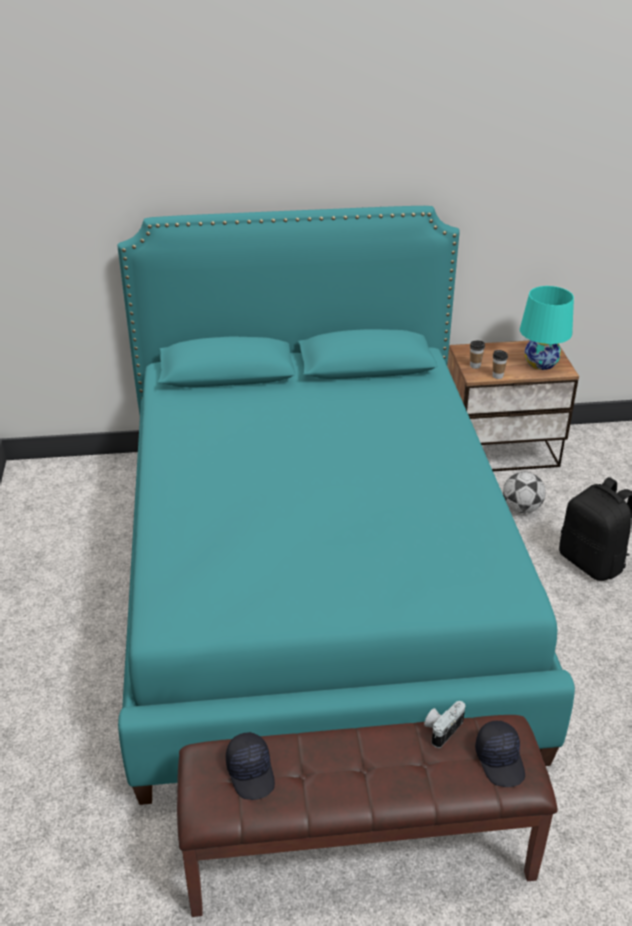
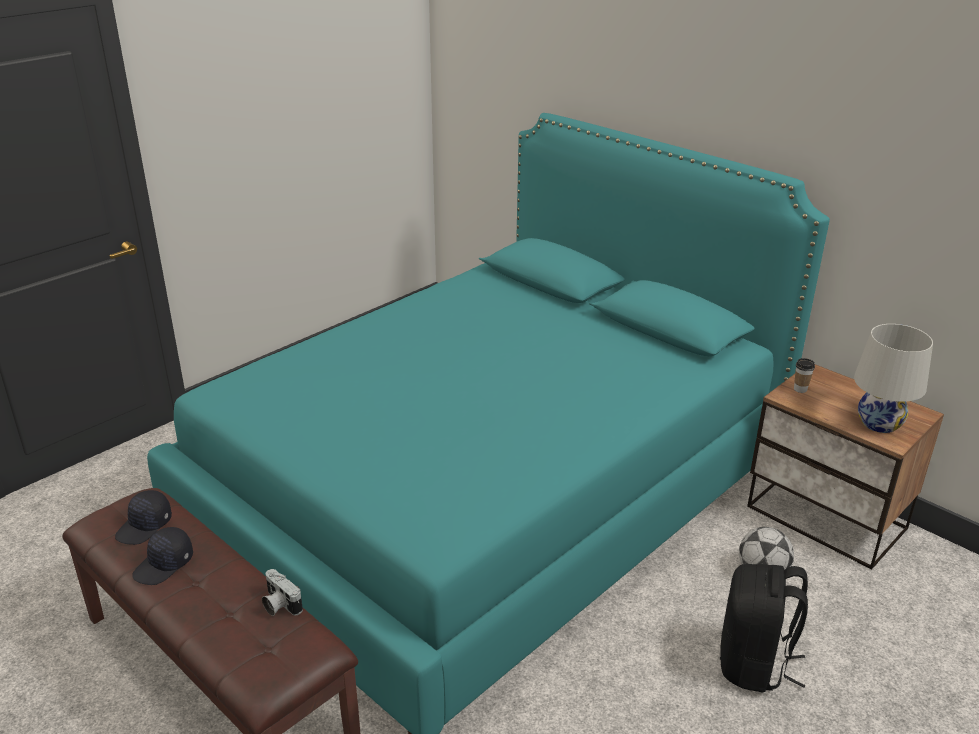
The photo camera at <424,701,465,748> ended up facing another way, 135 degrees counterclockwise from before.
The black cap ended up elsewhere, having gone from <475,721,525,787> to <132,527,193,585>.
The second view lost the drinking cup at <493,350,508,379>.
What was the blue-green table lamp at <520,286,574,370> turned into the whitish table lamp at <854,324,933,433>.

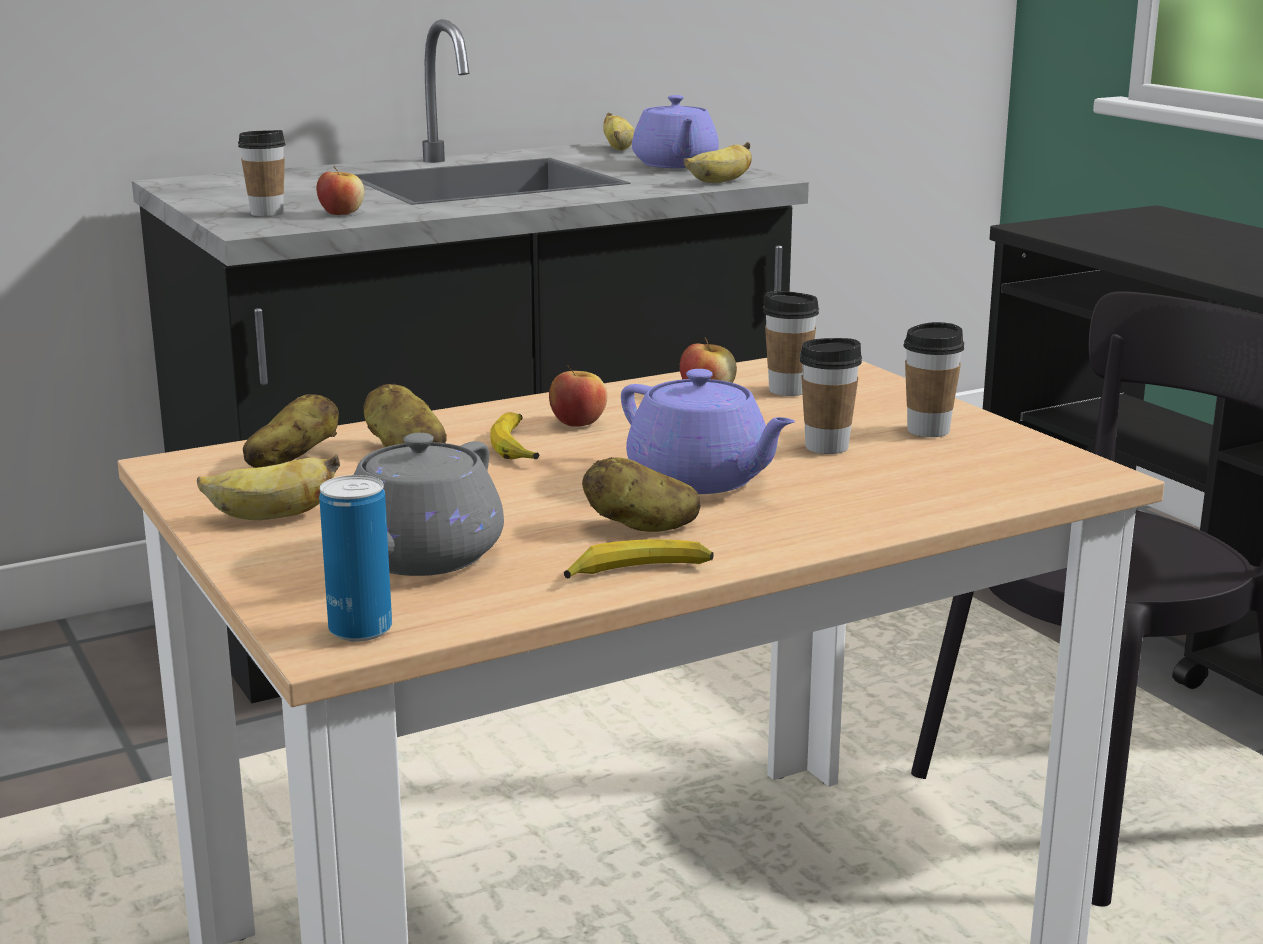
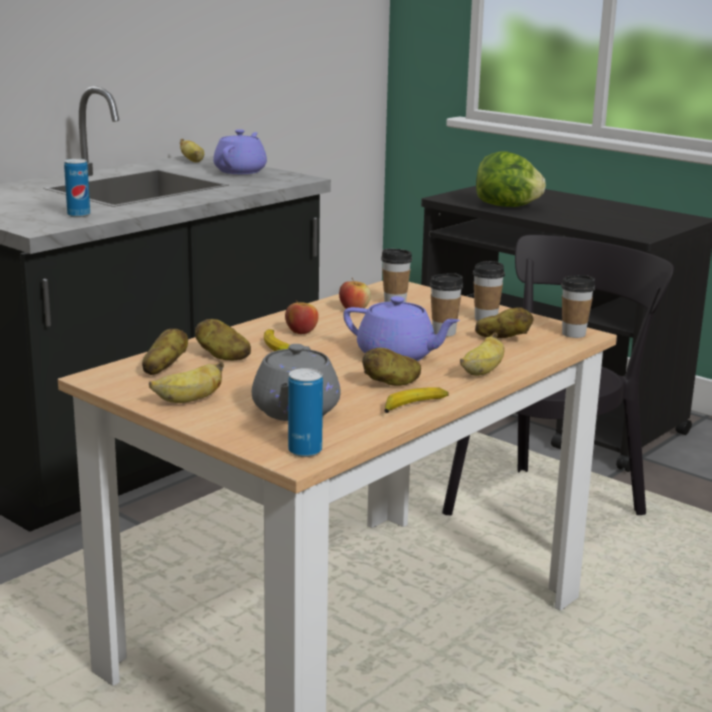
The drinking cup ended up elsewhere, having gone from <238,130,286,217> to <561,275,595,338>.
Where the apple stood at <316,166,364,215>, the metal can came to stand at <64,159,90,217>.
The purple-coloured tea pot at <632,95,719,168> ended up facing another way, 135 degrees counterclockwise from before.
The banana fruit ended up elsewhere, having gone from <684,142,752,183> to <460,332,505,376>.
The second view gained the potato at <475,307,533,338>.
The second view gained the lettuce at <476,152,546,207>.

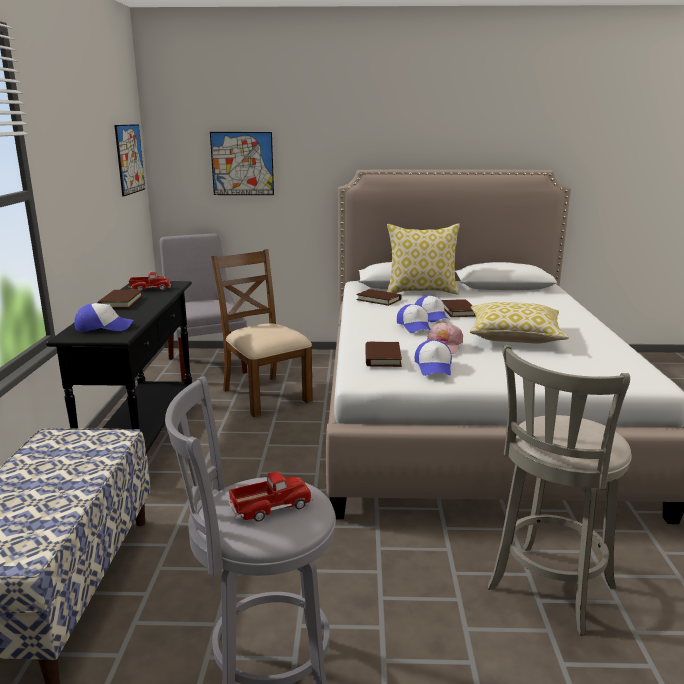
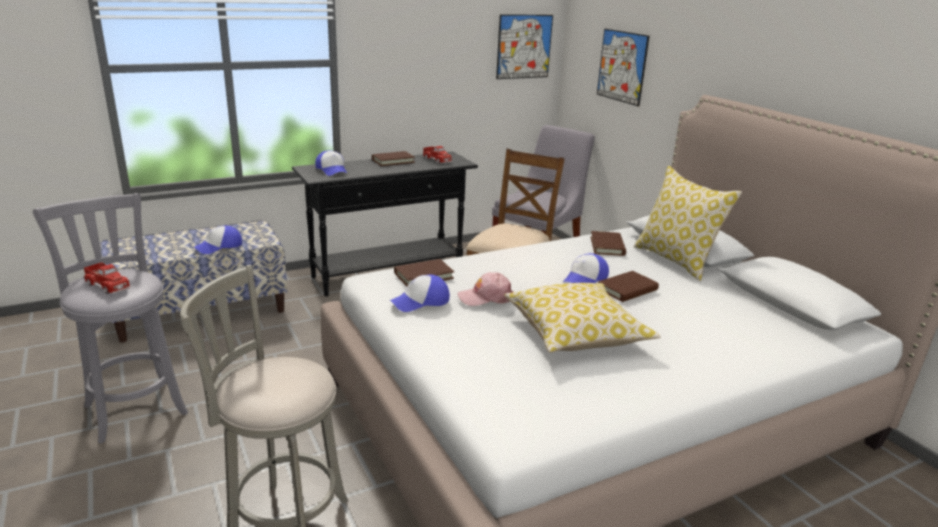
The cap ended up elsewhere, having gone from <397,304,431,333> to <194,225,242,254>.

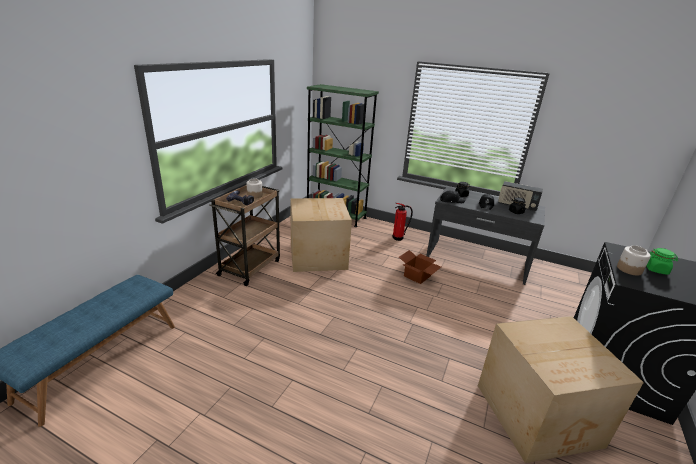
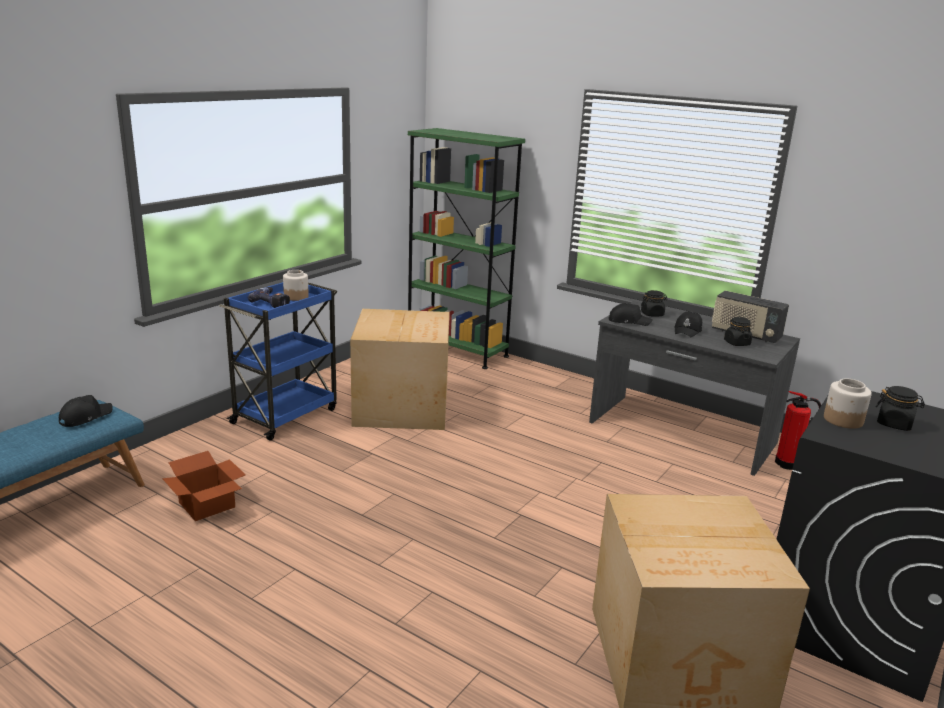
What was the brownish trolley at <209,185,280,286> turned into the blue-coloured trolley at <219,282,337,441>.
The extinguisher ended up elsewhere, having gone from <392,203,413,241> to <775,391,821,470>.
The cardboard box ended up elsewhere, having gone from <399,250,441,284> to <162,451,246,521>.
What was the green jar at <646,248,678,275> turned into the black jar at <876,386,925,431>.
The second view gained the black cap at <59,395,113,427>.

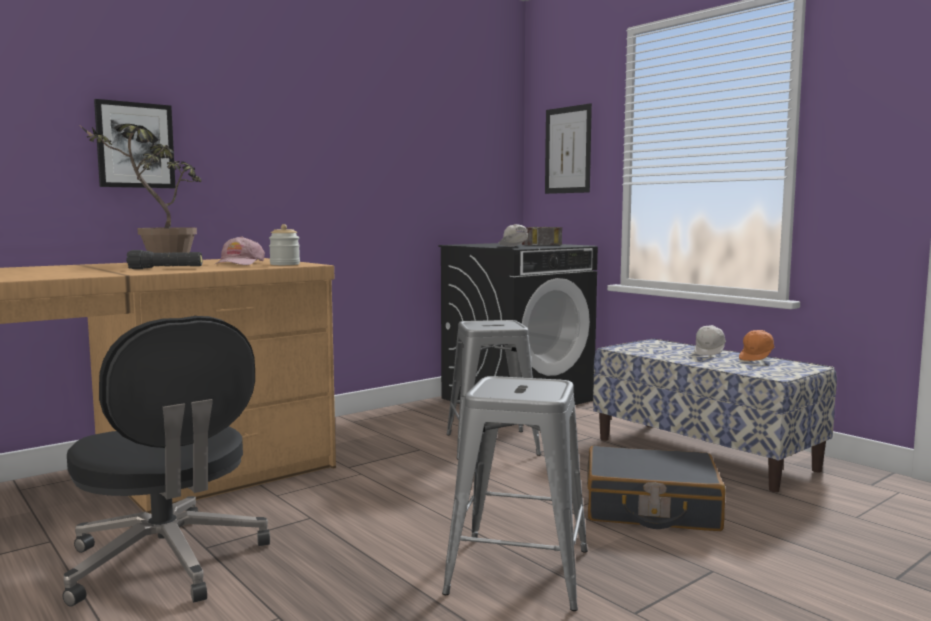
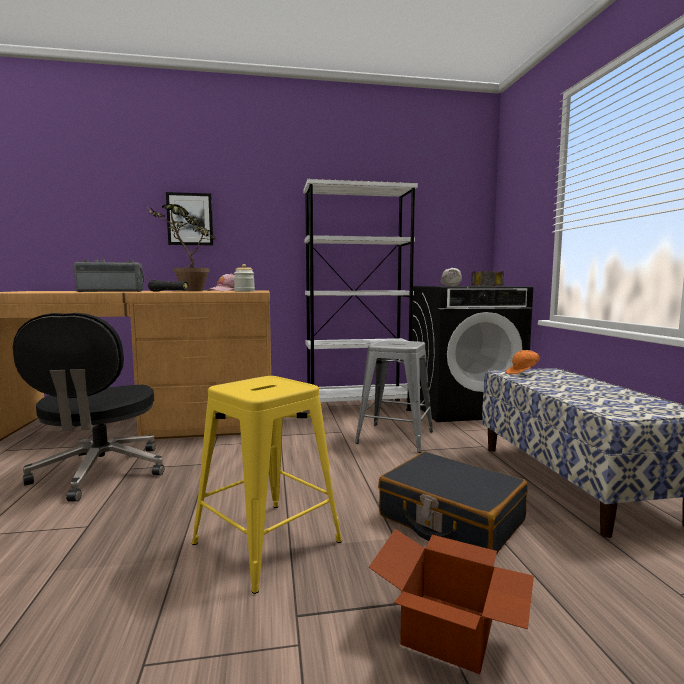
What was the gray stool seat at <442,376,588,611> turned into the yellowish stool seat at <192,376,342,594>.
The second view lost the picture at <545,103,592,194>.
The second view lost the whitish cap at <694,325,726,355>.
The orange cap ended up elsewhere, having gone from <739,330,774,361> to <505,350,540,374>.
The second view gained the radio set at <74,259,145,292>.
The second view gained the whitish bookcase at <303,179,418,411>.
The second view gained the cardboard box at <369,529,534,674>.

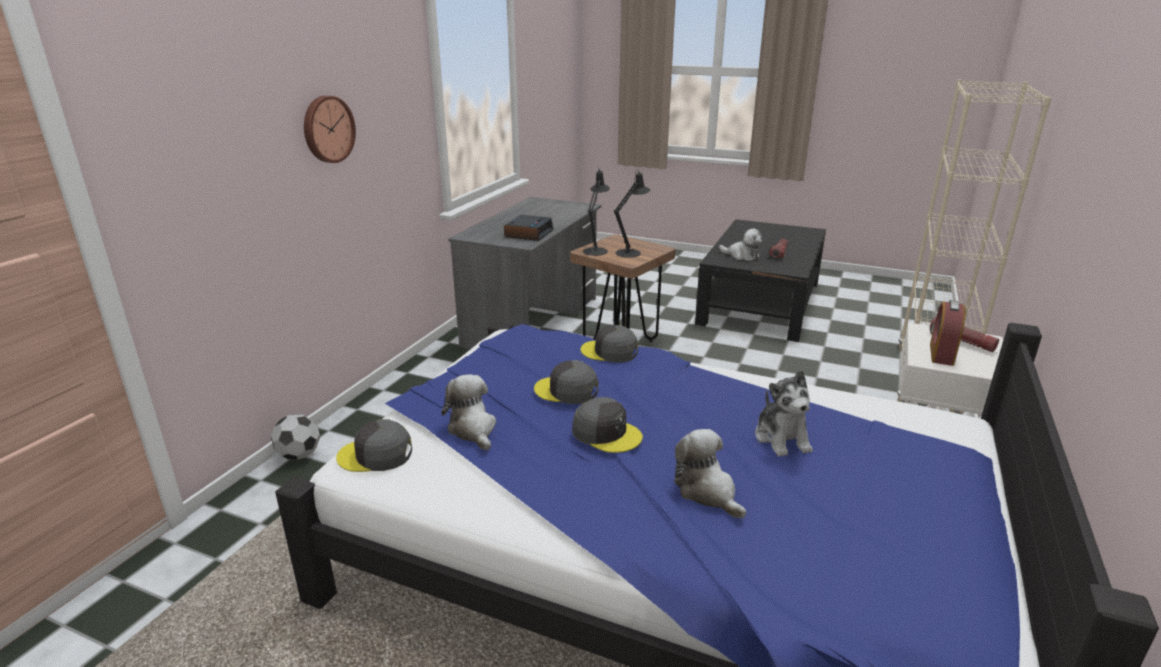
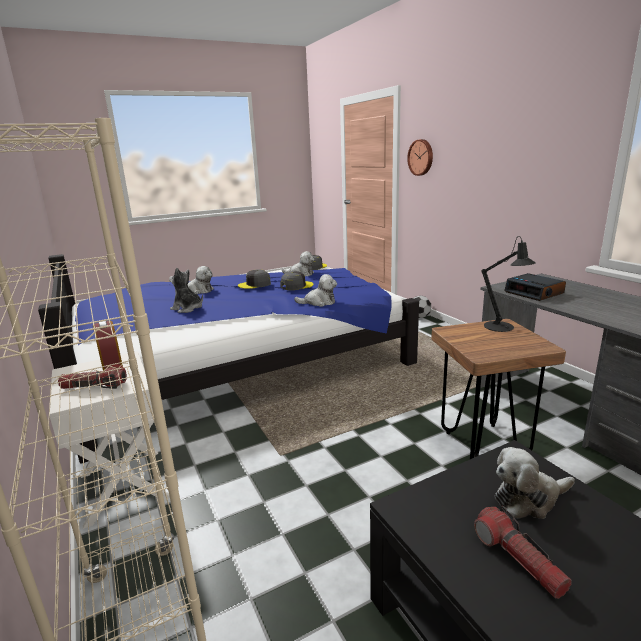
The hanging clock ended up elsewhere, having gone from <304,96,356,163> to <407,139,433,176>.
Where the gray cap stood at <581,325,638,362>, the soft toy came to stand at <294,274,337,307>.
The second view lost the black table lamp at <614,169,650,258>.

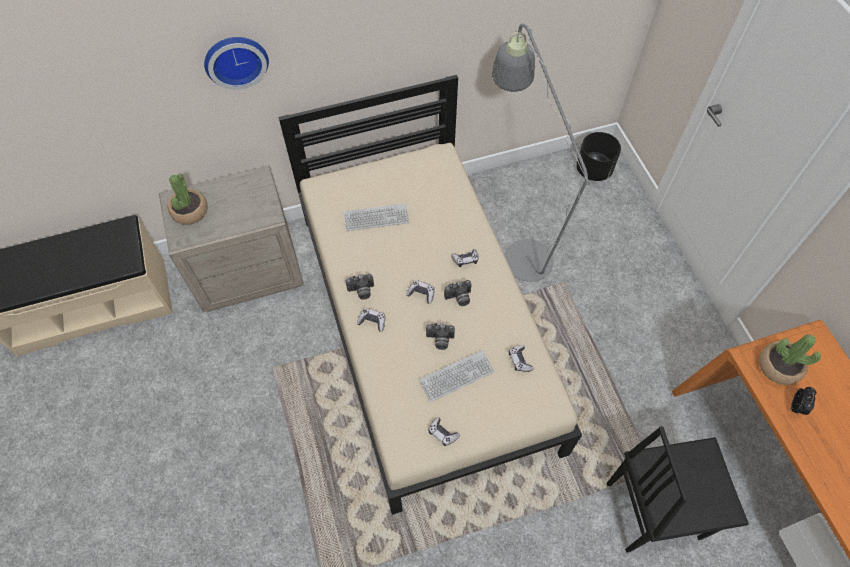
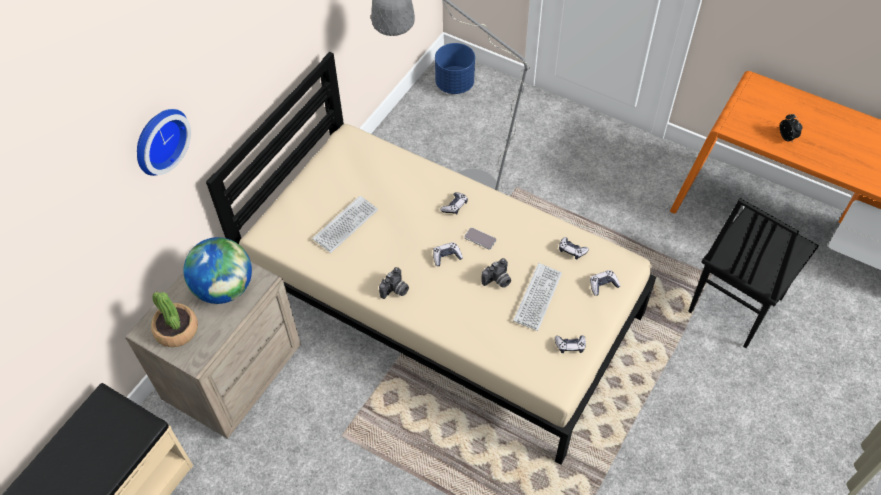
The gamepad ended up elsewhere, having gone from <357,308,385,332> to <590,270,620,296>.
Where the photo camera stood at <444,280,472,306>, the phone came to stand at <464,227,496,249>.
What was the black planter at <576,132,621,181> turned into the blue-coloured planter at <435,43,475,94>.
The second view lost the plant in a pot at <759,334,821,385>.
The second view gained the globe at <184,237,252,304>.

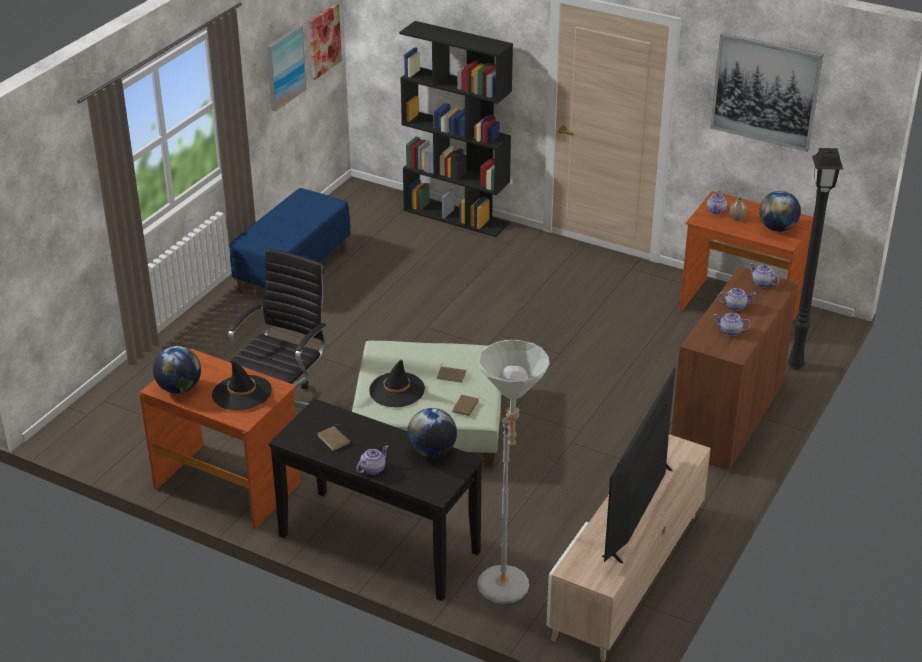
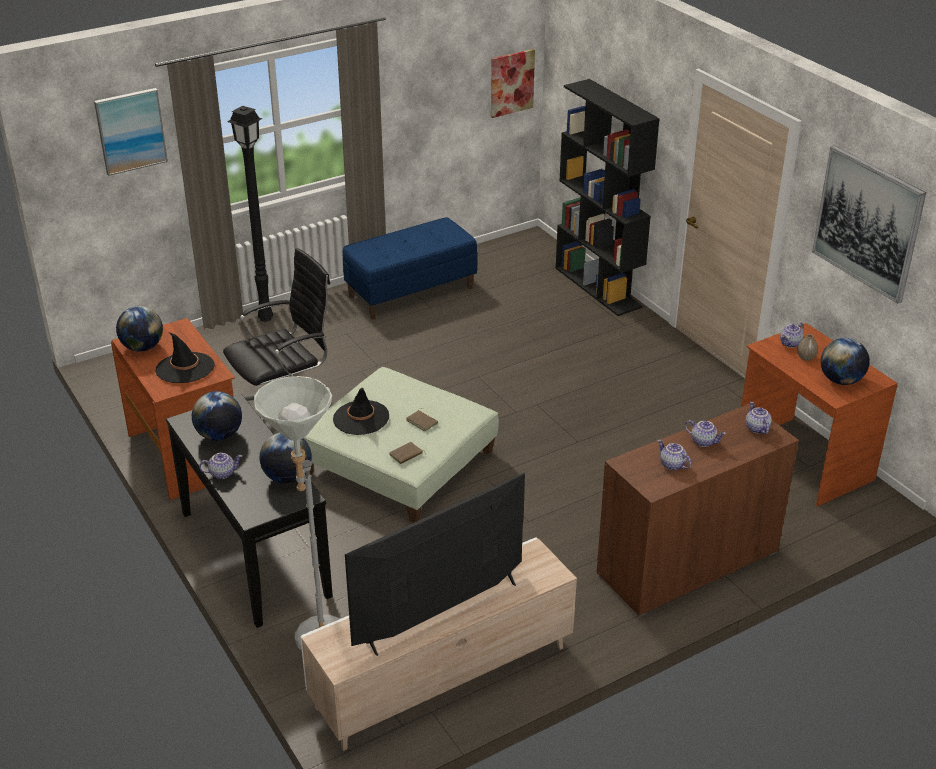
The picture ended up elsewhere, having gone from <266,25,307,112> to <94,88,168,176>.
Where the brownish bound book stood at <318,424,350,451>, the globe came to stand at <192,391,242,441>.
The black floor lamp ended up elsewhere, having gone from <788,148,843,370> to <227,106,273,322>.

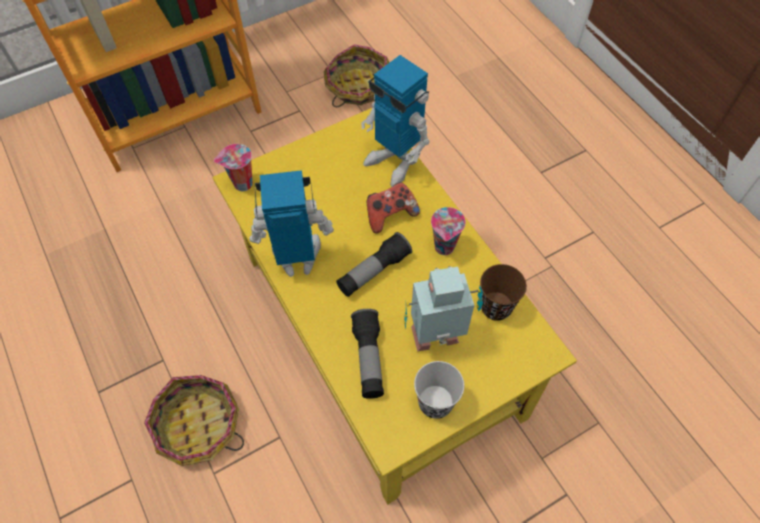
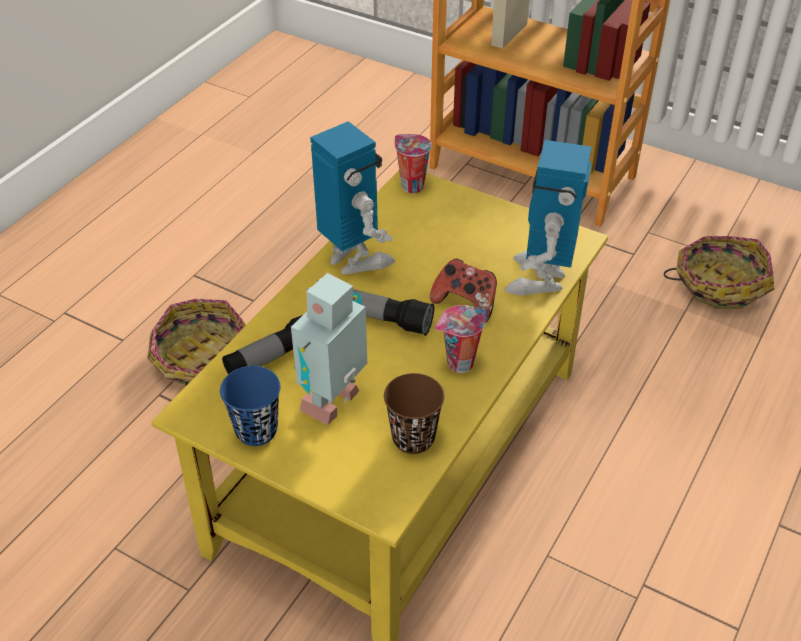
The model robot at <404,266,483,351> ended up facing another way, 105 degrees counterclockwise from before.
What was the black drinking cup at <414,361,464,419> turned into the blue-coloured drinking cup at <220,366,280,446>.

